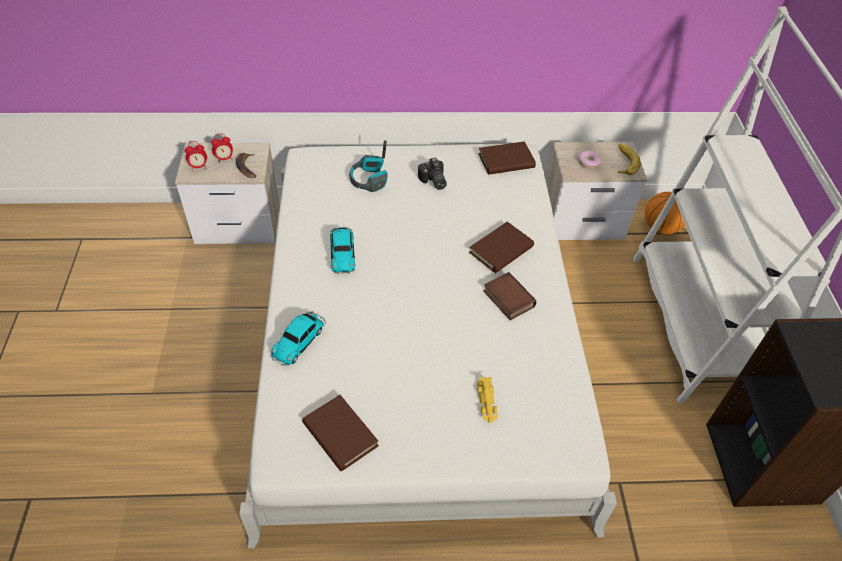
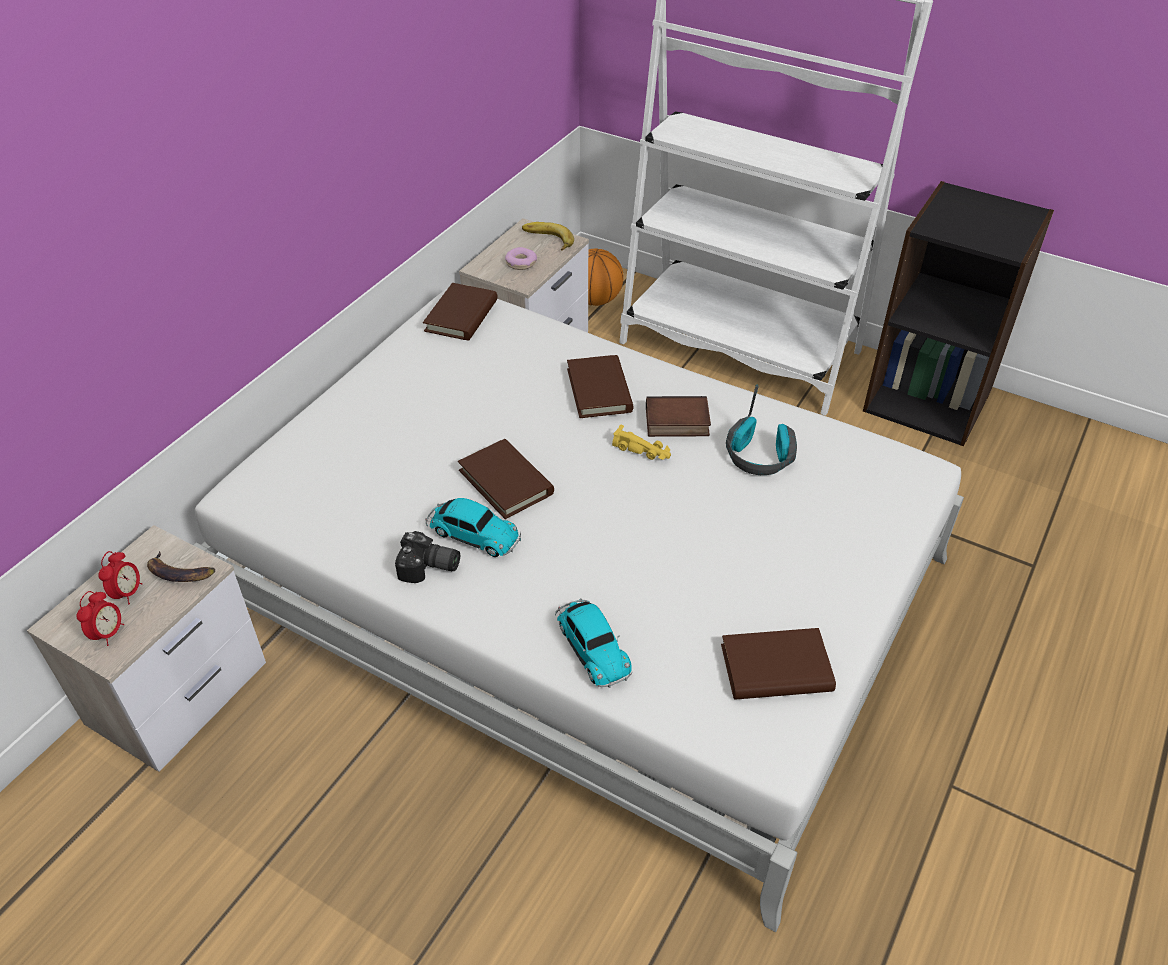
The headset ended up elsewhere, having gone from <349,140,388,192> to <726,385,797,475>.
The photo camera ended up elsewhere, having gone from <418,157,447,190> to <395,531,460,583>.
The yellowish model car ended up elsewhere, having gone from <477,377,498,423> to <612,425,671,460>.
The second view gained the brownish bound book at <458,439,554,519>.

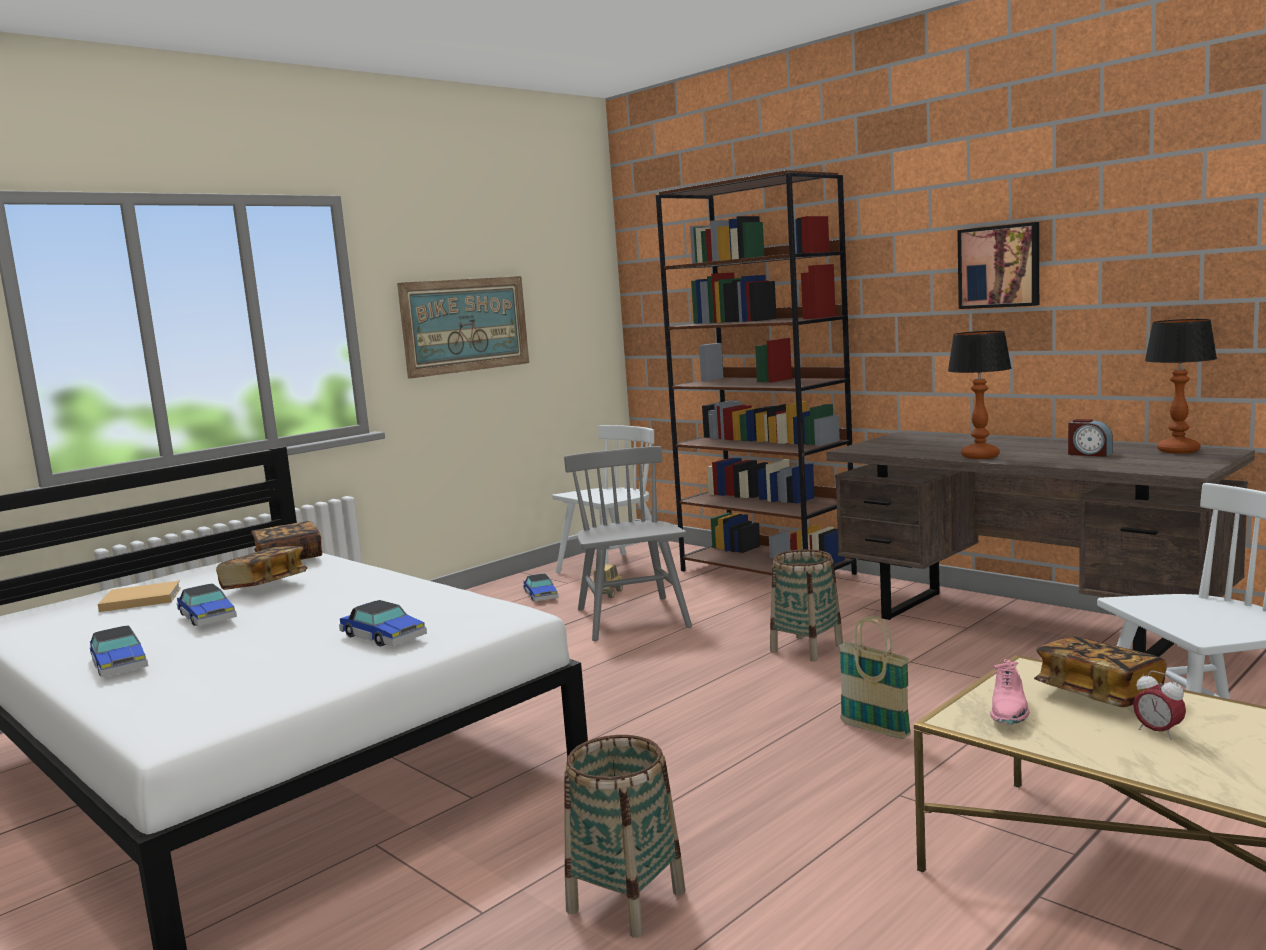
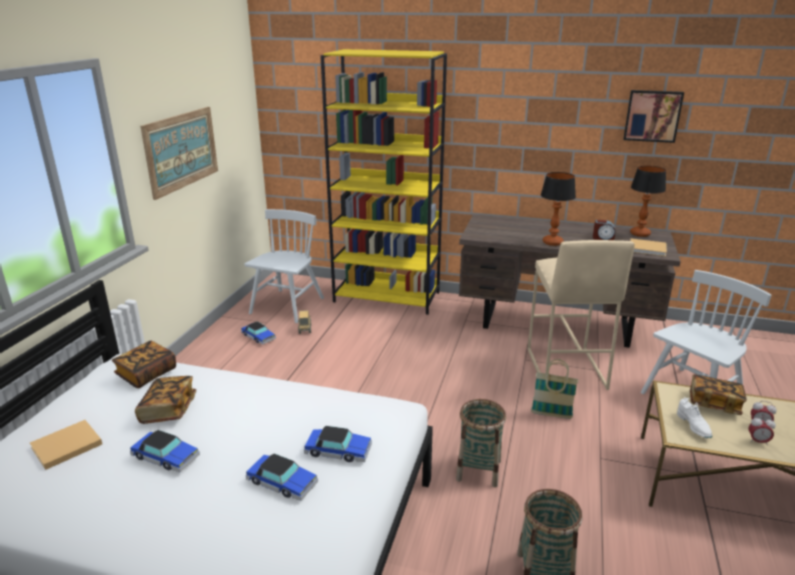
The model car ended up elsewhere, having gone from <89,625,148,678> to <246,454,318,501>.
The second view lost the gray upright chair at <564,446,692,641>.
What was the brownish bookcase at <656,170,857,575> turned into the yellowish bookcase at <320,49,447,315>.
The basket ended up elsewhere, having gone from <770,549,843,662> to <456,399,506,487>.
The picture ended up elsewhere, having gone from <957,222,1039,309> to <623,90,684,143>.
What was the pink low shoe at <990,659,1030,725> turned into the whitish low shoe at <677,397,712,439>.
The second view gained the beige-coloured stool seat at <528,240,635,390>.
The second view gained the beige-coloured bound book at <630,239,667,256>.
The second view gained the alarm clock at <749,416,776,444>.

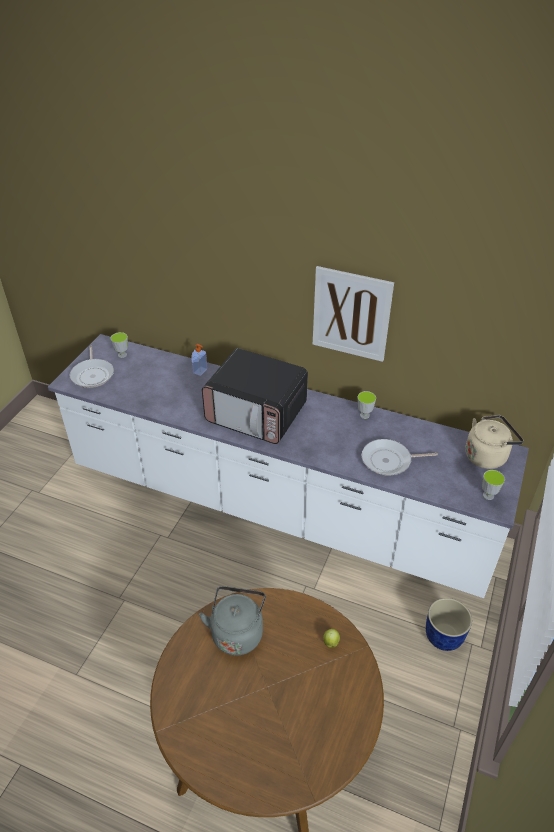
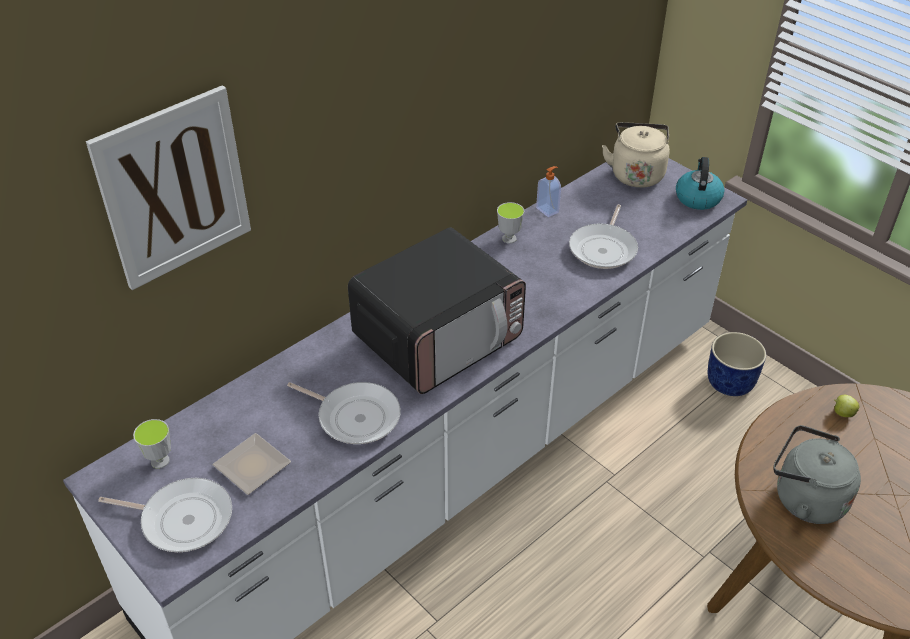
The liquid soap bottle ended up elsewhere, having gone from <191,344,208,376> to <536,166,561,217>.
The picture ended up elsewhere, having gone from <313,266,394,362> to <86,85,251,290>.
Where the drinking cup stood at <482,470,505,500>, the kettle came to stand at <676,157,725,210>.
The second view gained the dinner plate at <212,433,291,495>.
The second view gained the frying pan at <287,382,401,444>.

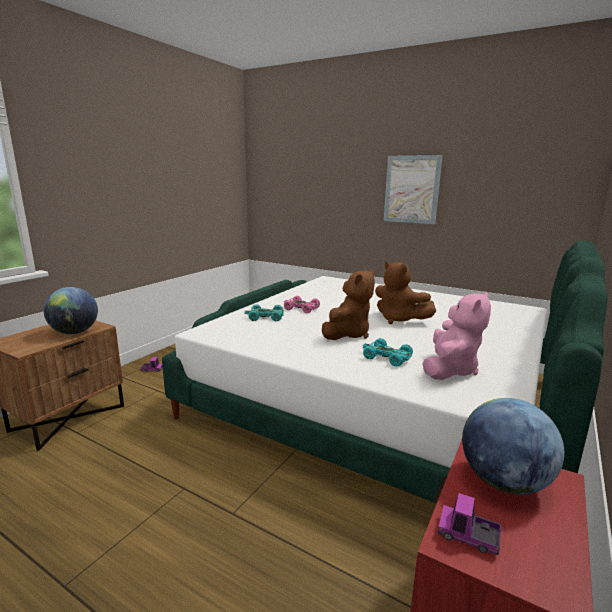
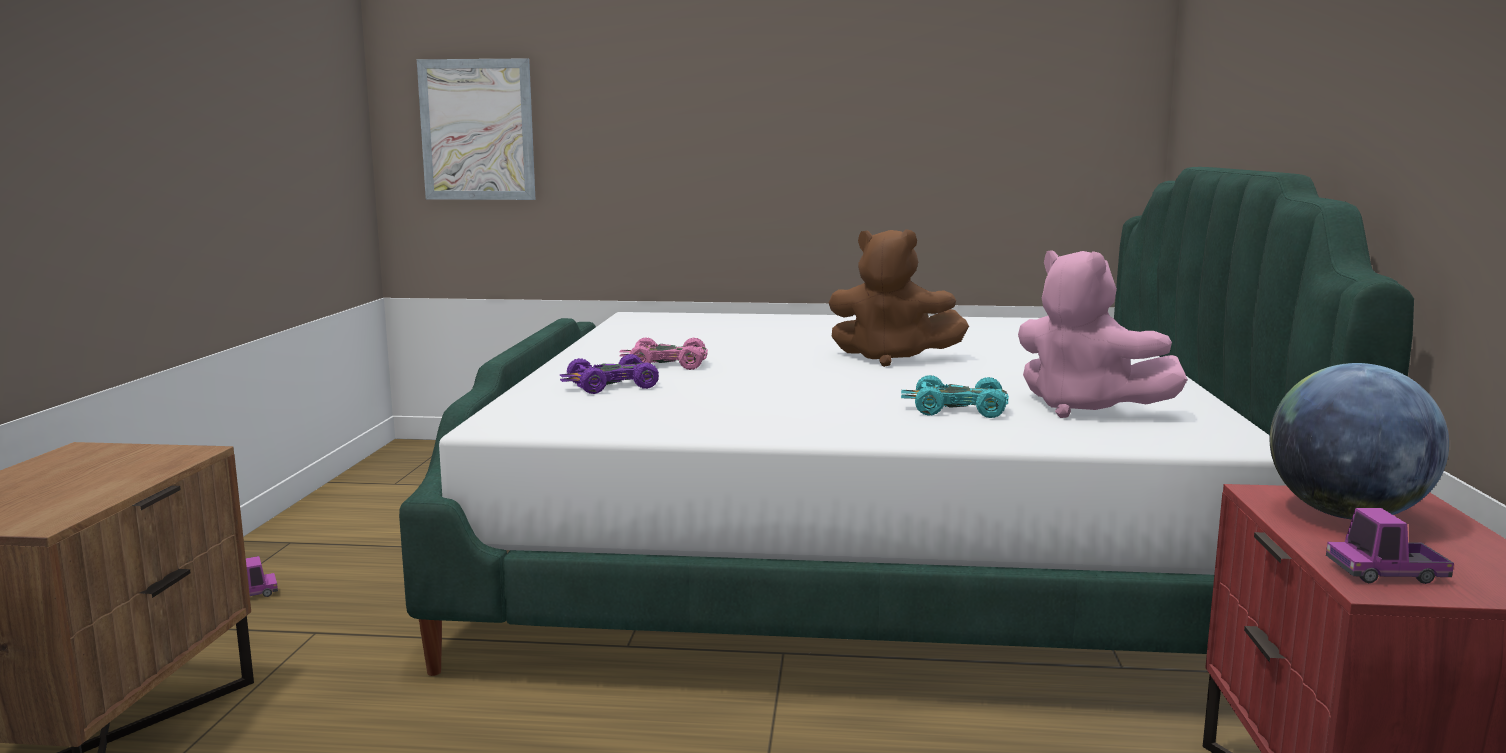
The second view lost the globe at <44,287,98,334>.
What was the blue-green model car at <245,304,284,321> turned into the purple-coloured model car at <559,354,659,394>.
The second view lost the brownish soft toy at <322,269,375,340>.
The picture ended up elsewhere, having gone from <384,155,442,224> to <417,58,535,200>.
The pink soft toy at <422,291,491,380> ended up facing another way, 135 degrees clockwise from before.

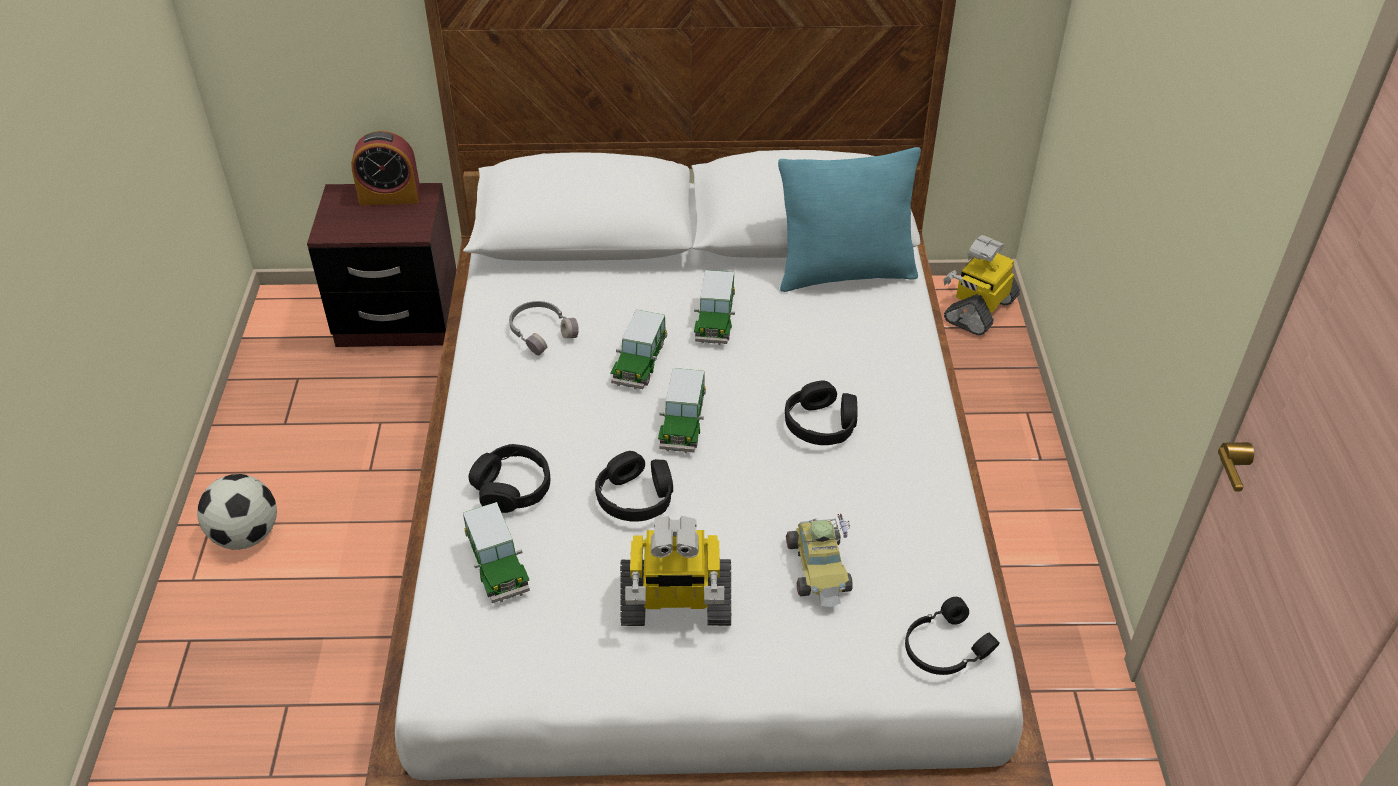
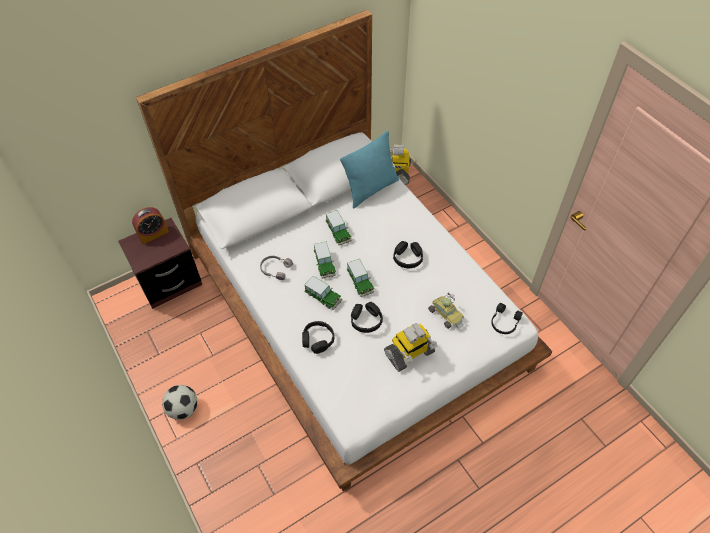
The model car ended up elsewhere, having gone from <463,502,530,603> to <304,276,342,310>.

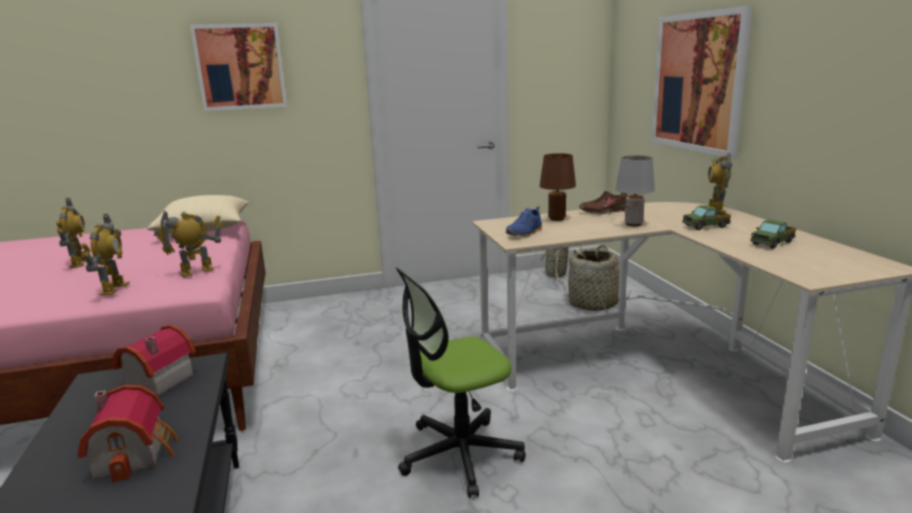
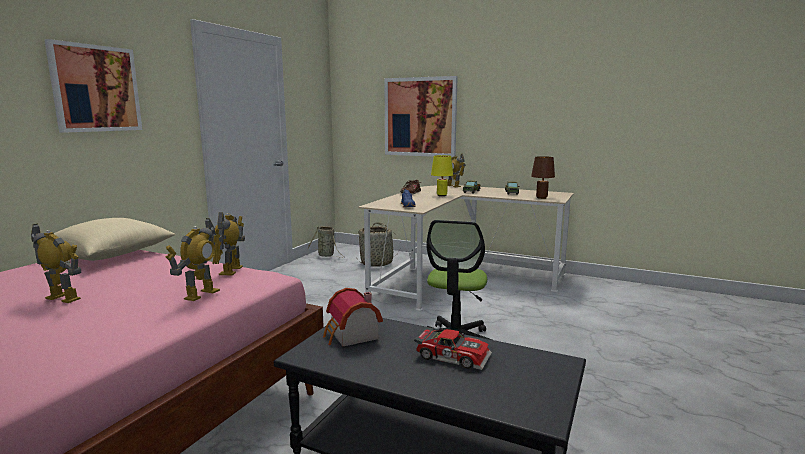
Where the toy house stood at <78,385,179,483>, the model car came to stand at <414,326,492,370>.
The model robot at <81,214,130,295> ended up facing another way, 75 degrees clockwise from before.
The brownish table lamp ended up elsewhere, having gone from <540,153,576,221> to <531,156,555,199>.
What was the gray table lamp at <616,156,655,226> turned into the yellowish table lamp at <431,155,453,196>.

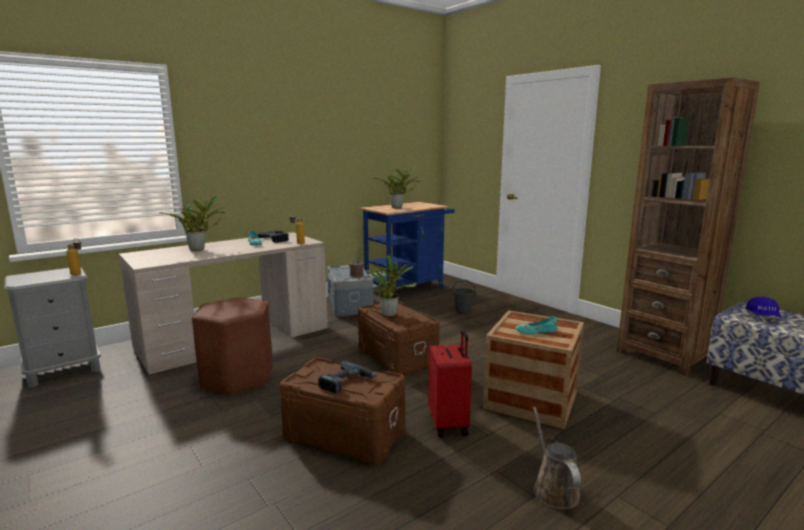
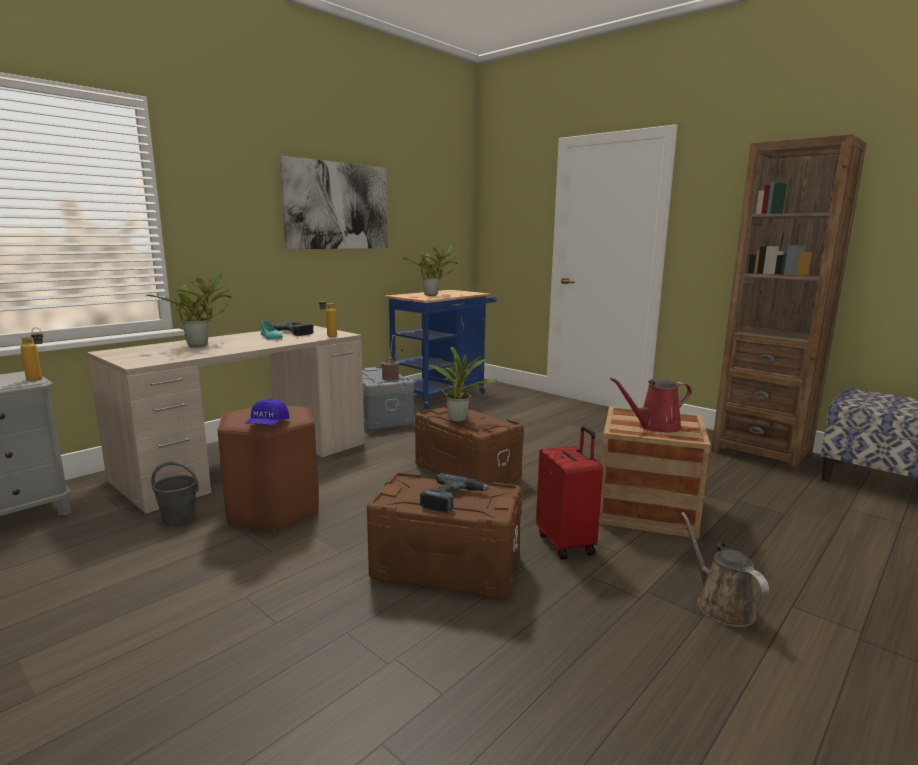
The gray bucket ended up elsewhere, having gone from <452,280,476,313> to <151,462,199,526>.
Where the blue-green low shoe stood at <516,316,557,334>, the red-coloured watering can came to stand at <610,378,692,433>.
The blue-coloured cap ended up elsewhere, having gone from <745,297,782,317> to <245,398,290,425>.
The second view gained the picture at <280,156,388,249>.

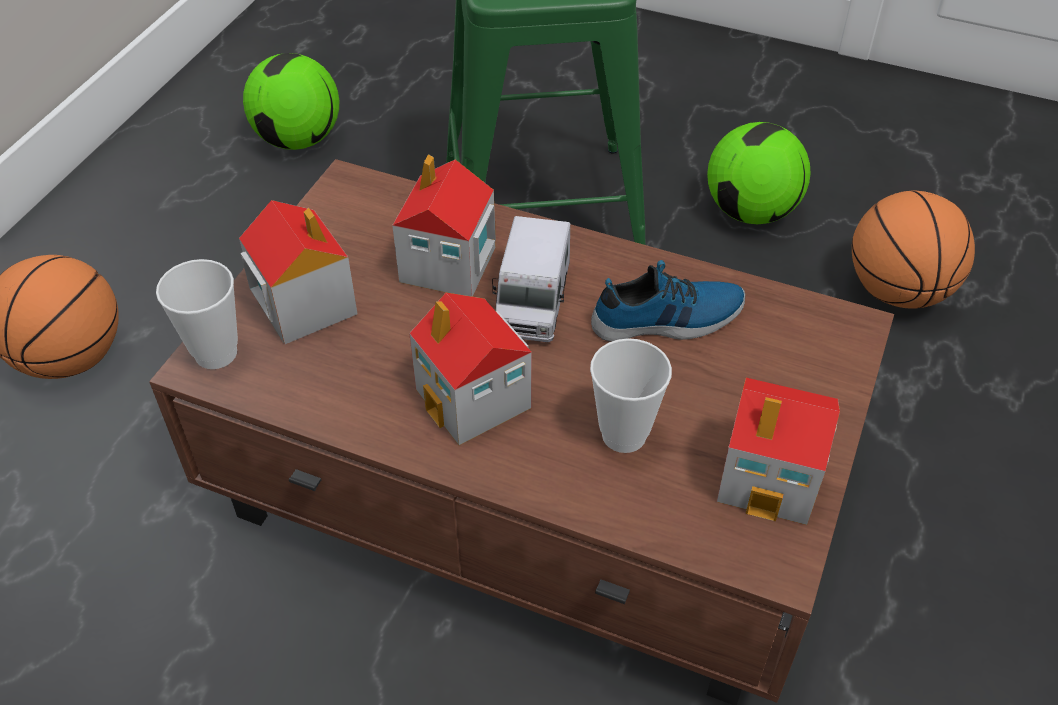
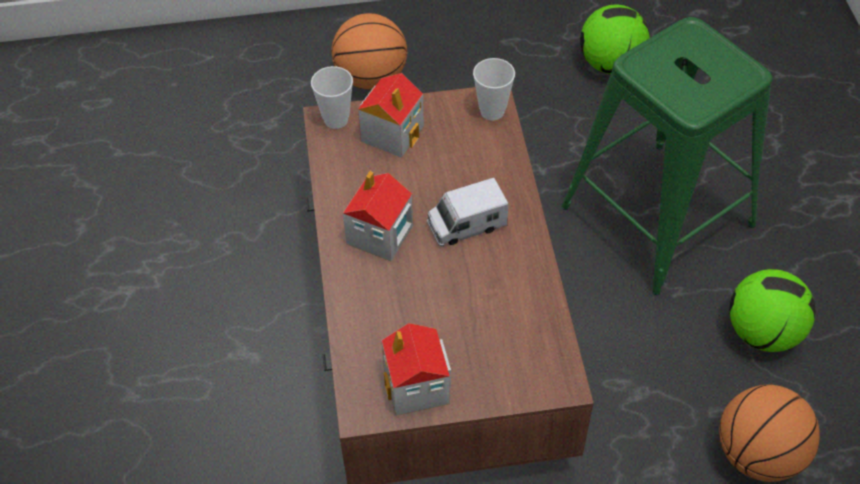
The second view lost the toy house at <392,154,496,297>.
The drinking cup ended up elsewhere, having gone from <590,338,672,453> to <473,58,515,121>.
The second view lost the low shoe at <591,260,745,342>.

